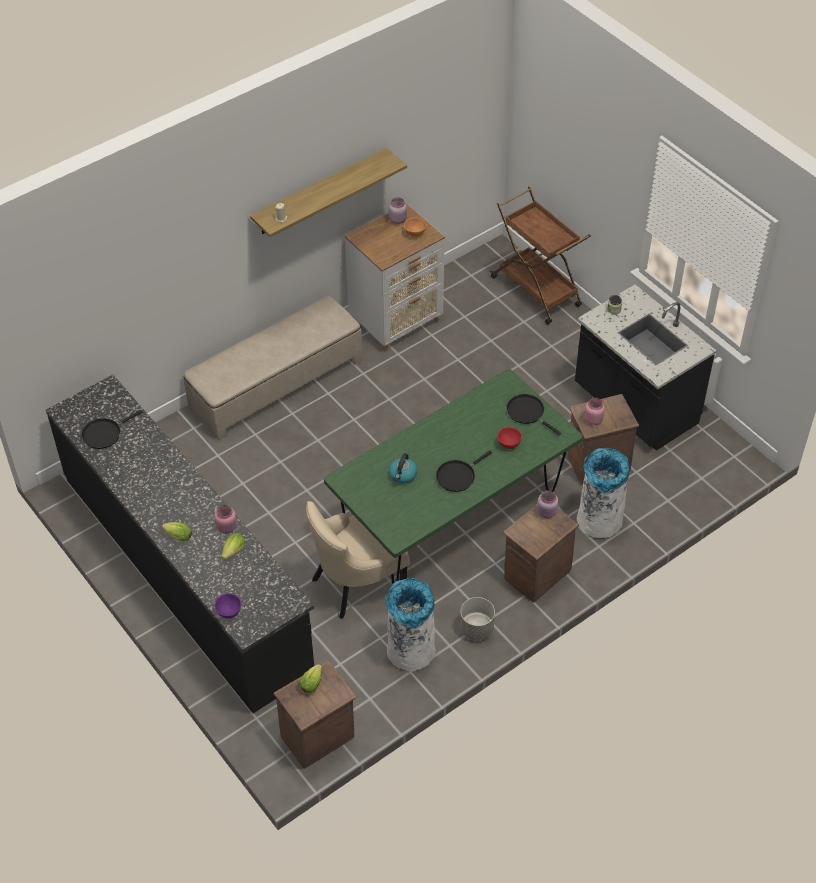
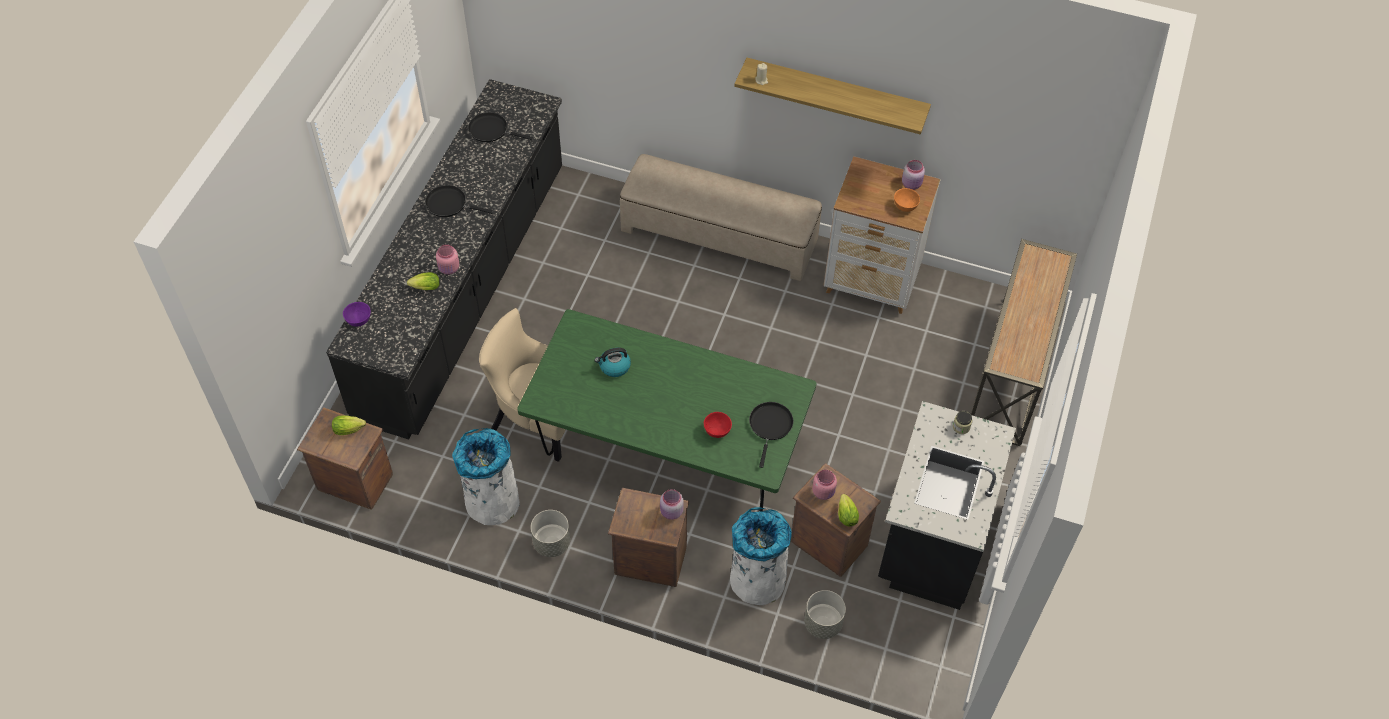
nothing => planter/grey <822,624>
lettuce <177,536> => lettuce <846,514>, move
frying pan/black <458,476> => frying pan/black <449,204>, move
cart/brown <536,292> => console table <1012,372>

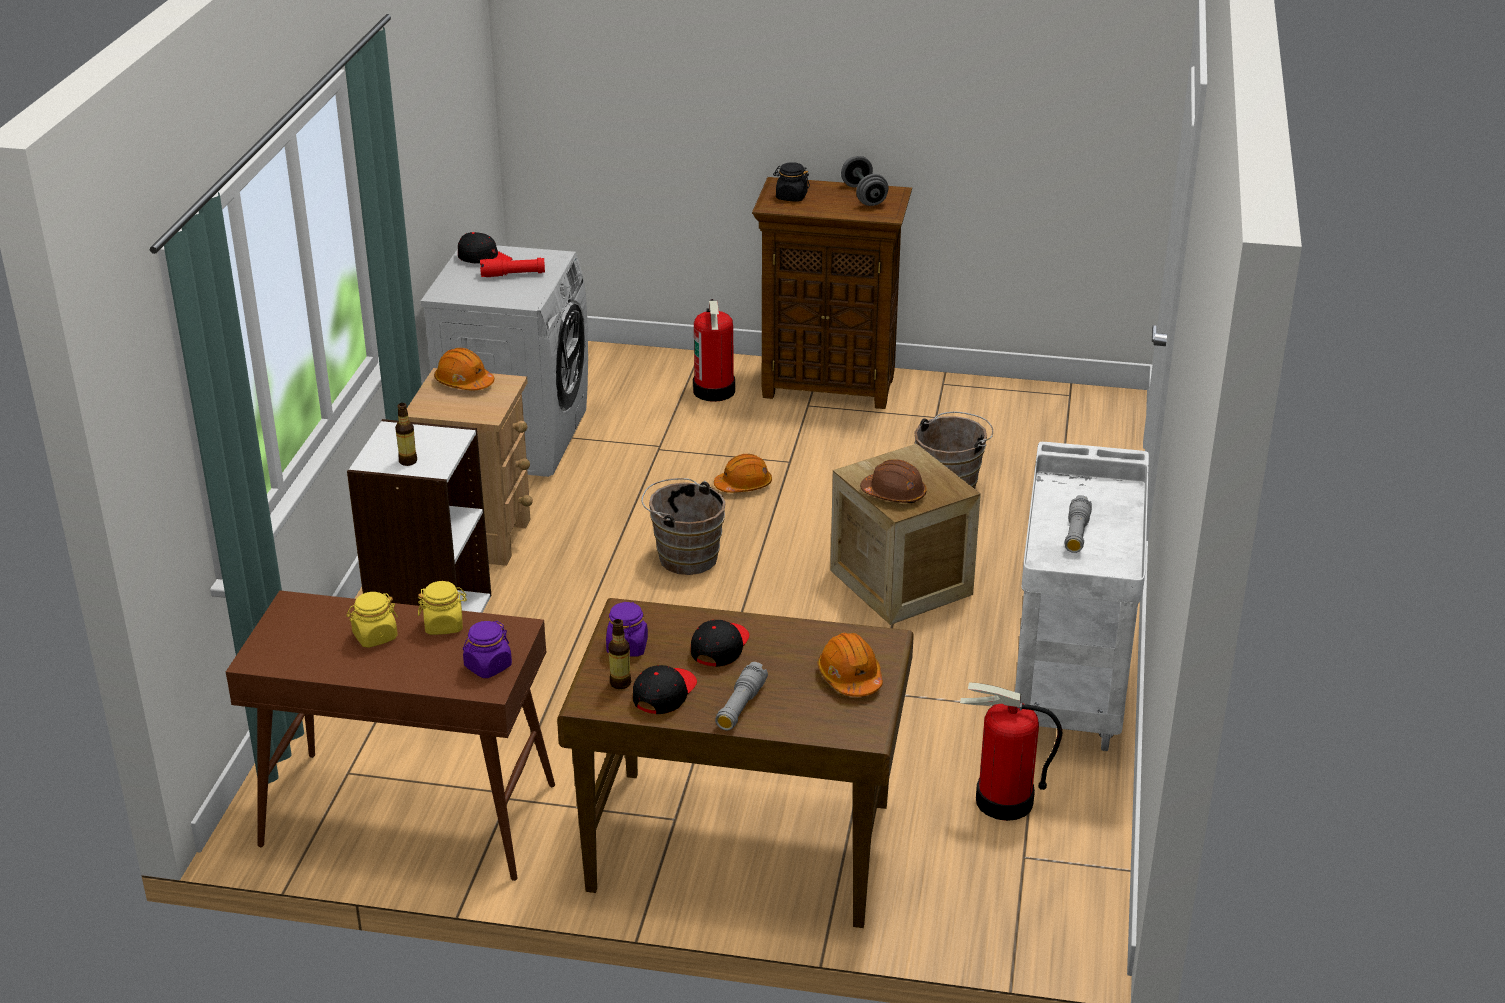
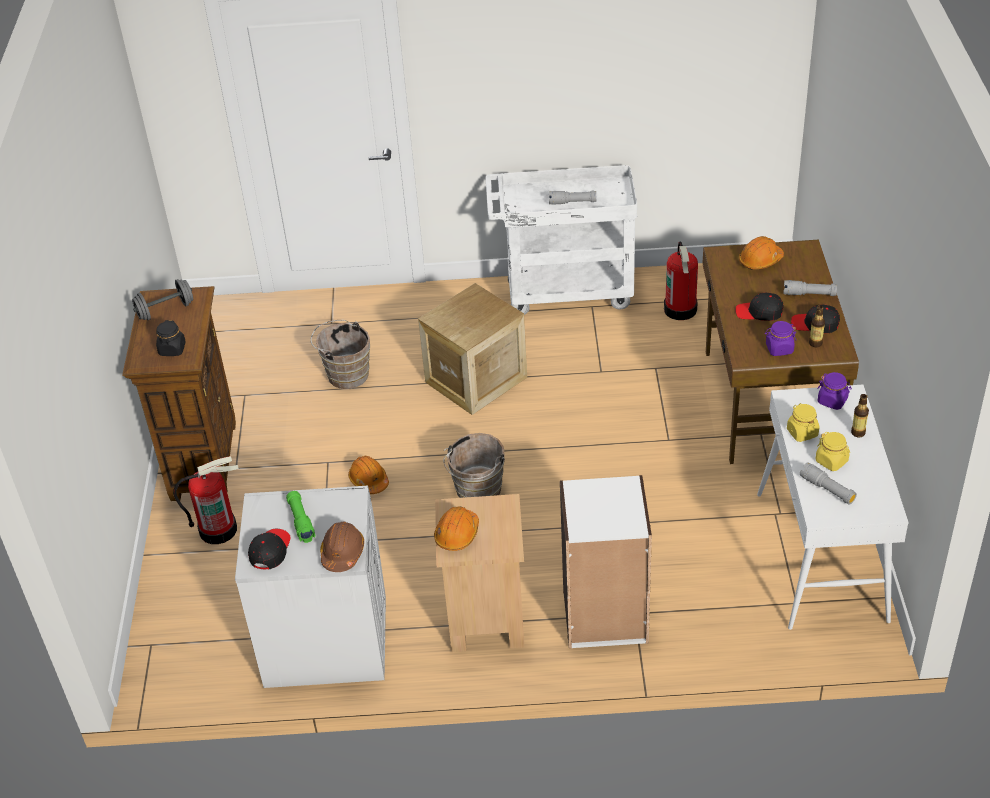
nothing => flashlight/grey <827,489>
bottle <408,461> => bottle <858,433>, move
hard hat/brown <894,494> => hard hat/brown <342,553>, move
console table/brown <407,816> => console table/white <821,557>
flashlight/red <513,275> => flashlight/green <301,521>

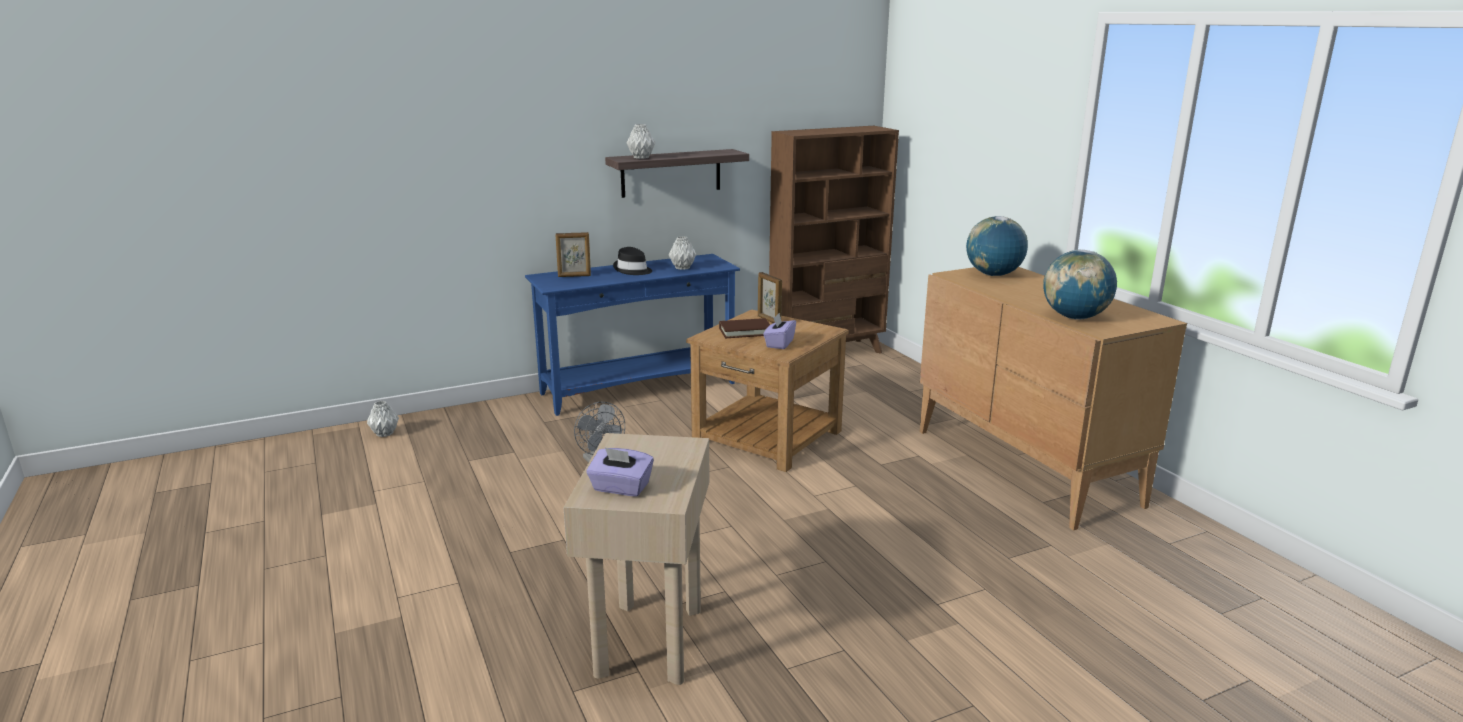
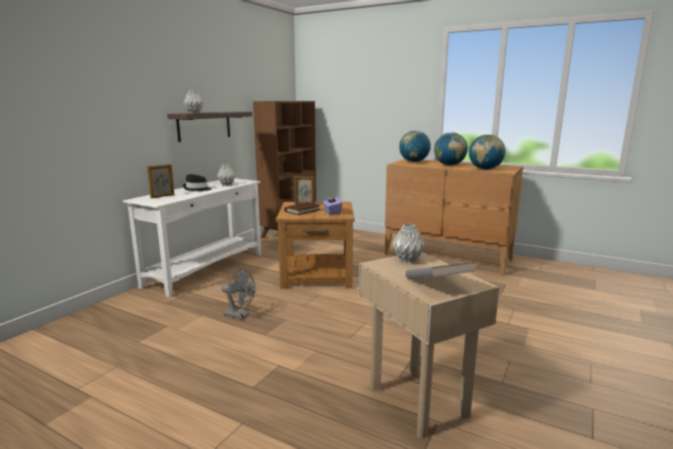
nothing => globe <449,165>
vase/grey <384,433> => vase/grey <407,260>, move
tissue box/purple <620,488> => book/grey <437,285>
console table/blue <639,388> => console table/white <205,269>

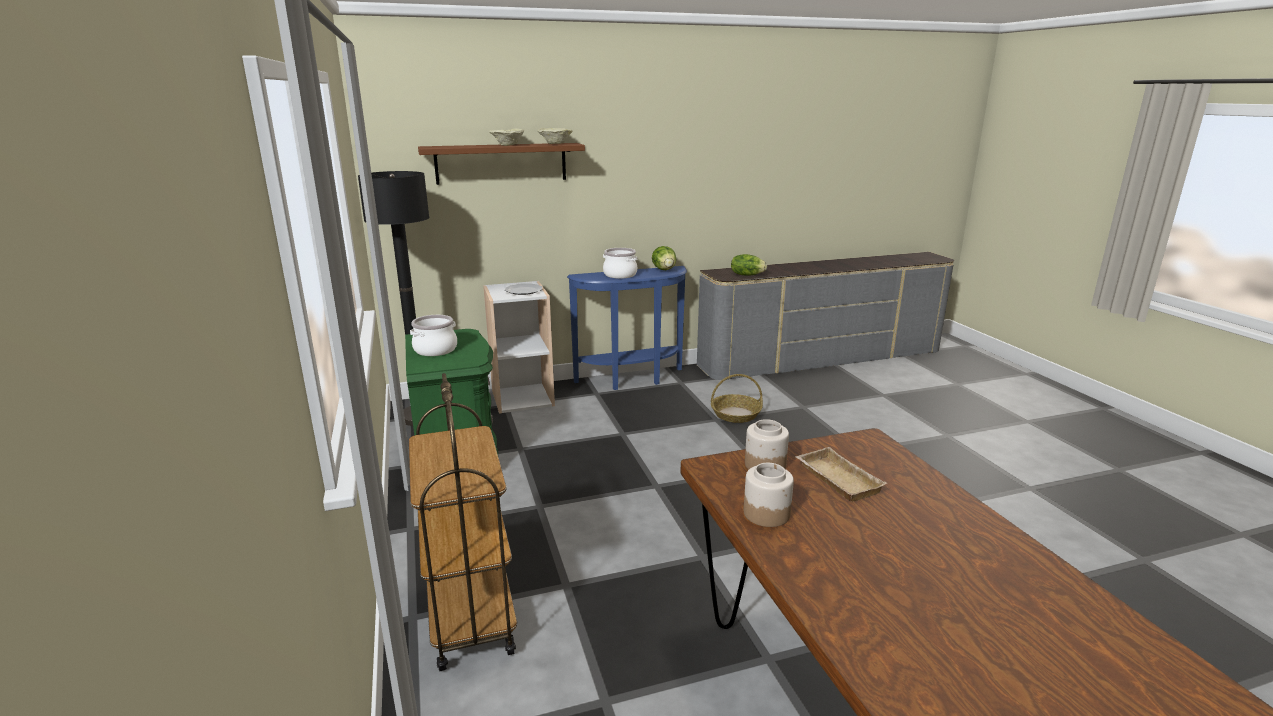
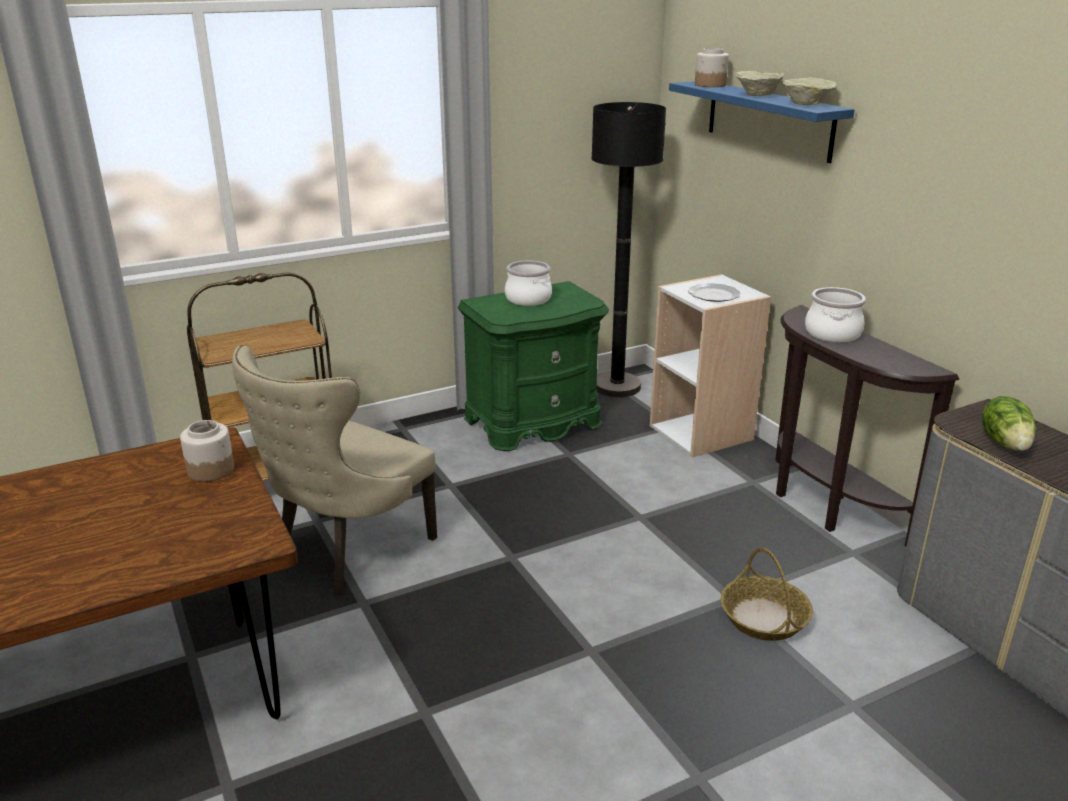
lettuce <664,270> => nothing
tray/beige <835,479> => nothing
nothing => chair/beige <347,552>
jar <766,513> => jar <710,85>, move
shelf/brown <501,163> => shelf/blue <768,120>
console table/blue <632,380> => console table/brown <824,506>

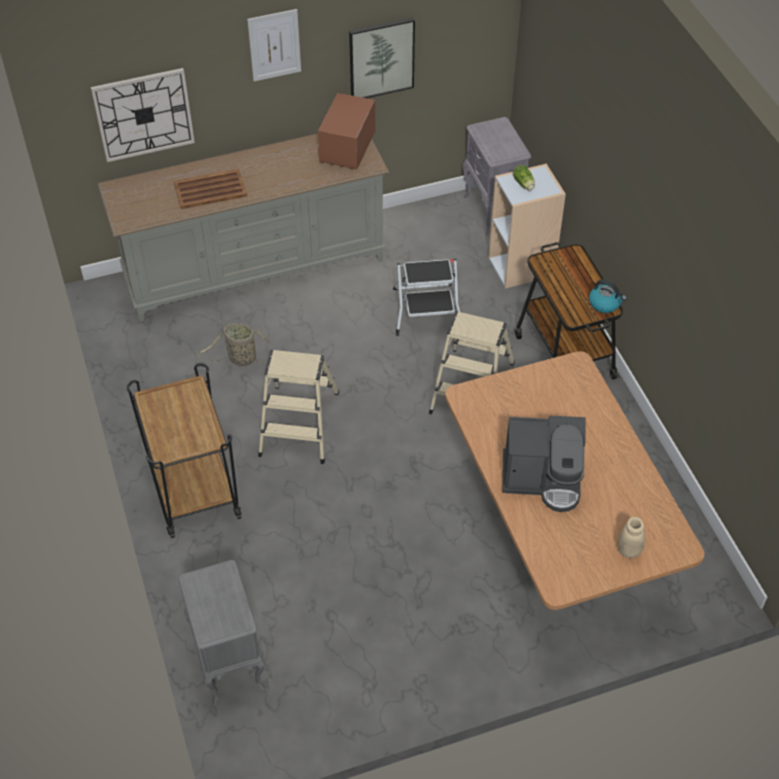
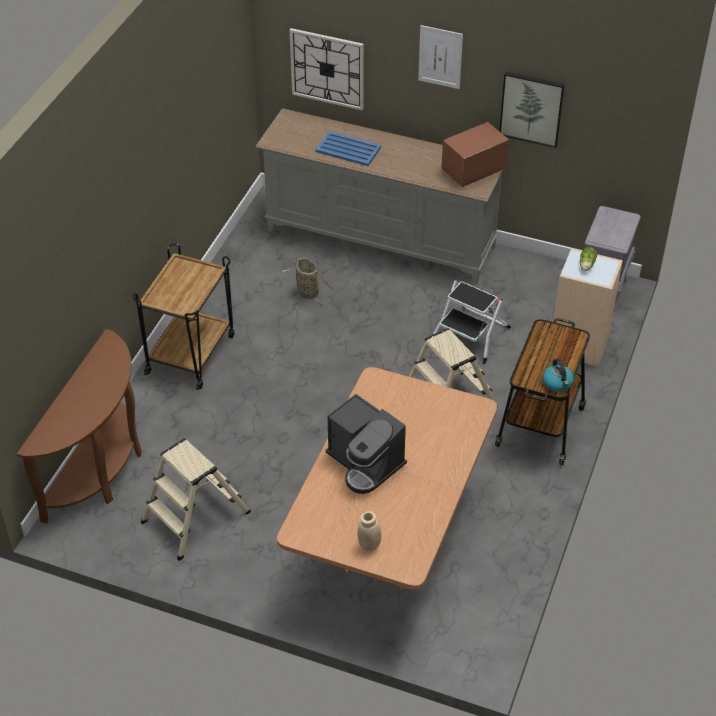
step ladder/beige <299,423> => step ladder/beige <195,517>, move
nightstand/grey <228,662> => console table/brown <100,470>
tray/brown <209,190> => tray/blue <347,149>

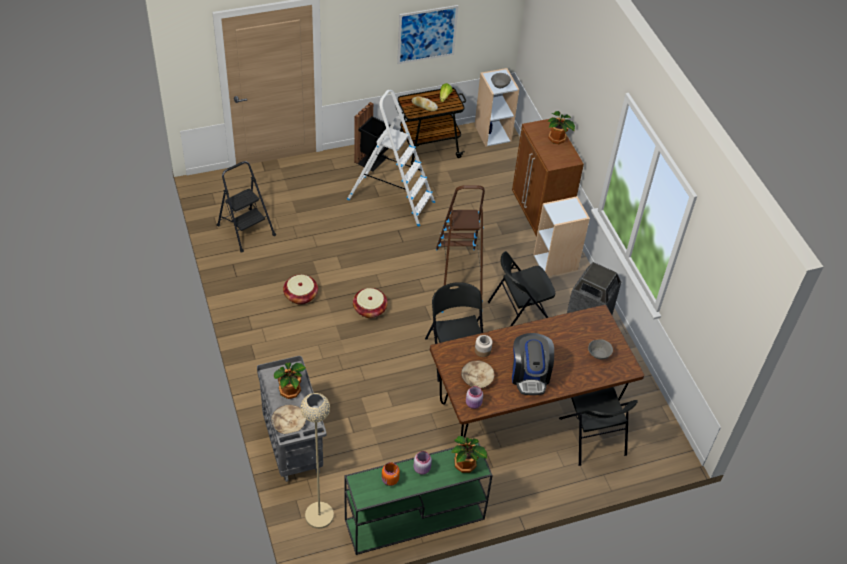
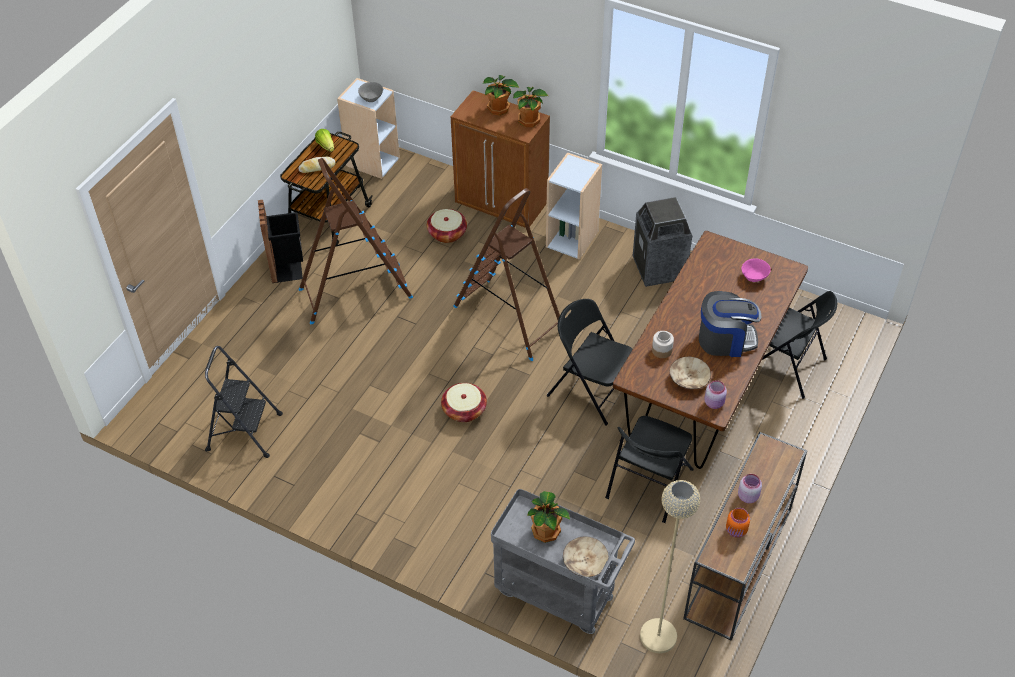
picture <427,34> => nothing
basket <301,295> => basket <447,233>, move
potted plant <465,465> => potted plant <530,121>, move
chair/black <520,313> => chair/black <649,483>, move
console table/green <413,520> => console table/brown <738,564>
step ladder/white <391,200> => step ladder/brown <356,293>
bowl/grey <599,354> => bowl/pink <754,276>
coffee machine <530,375> => coffee machine <725,340>, 45 degrees counterclockwise

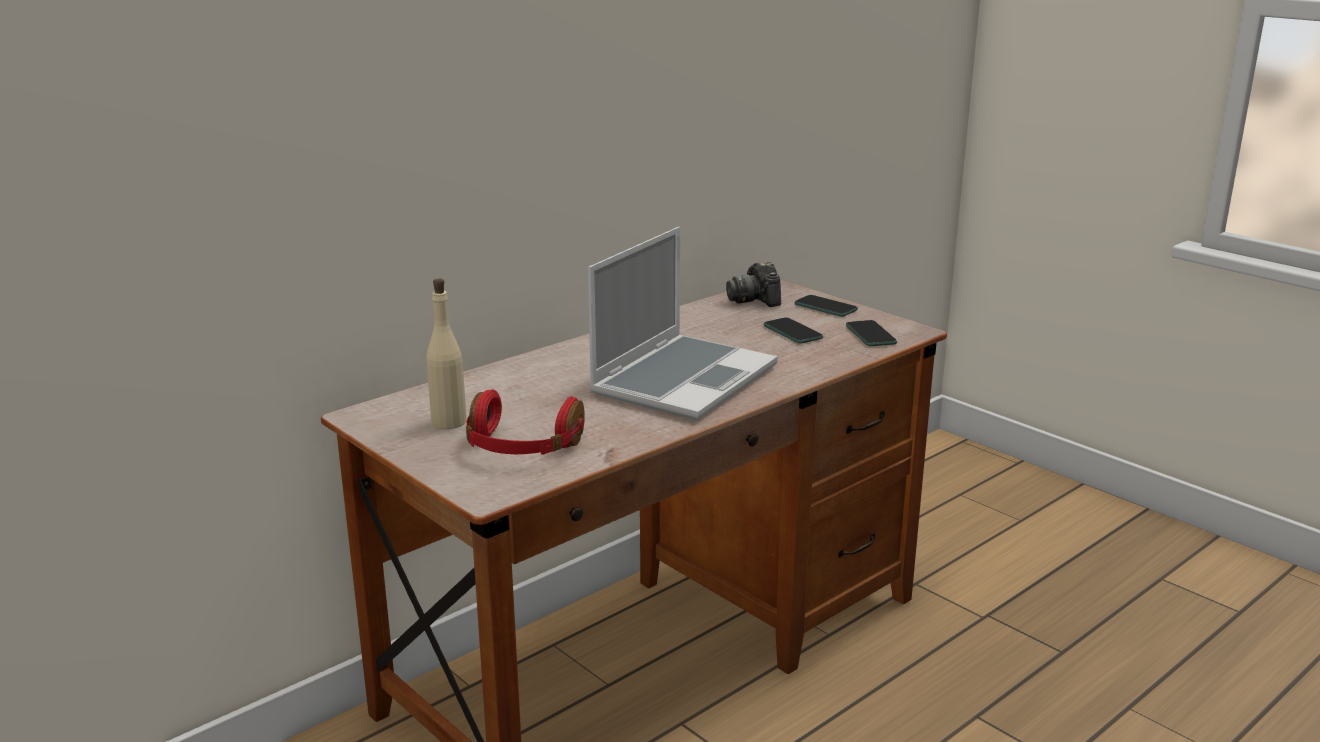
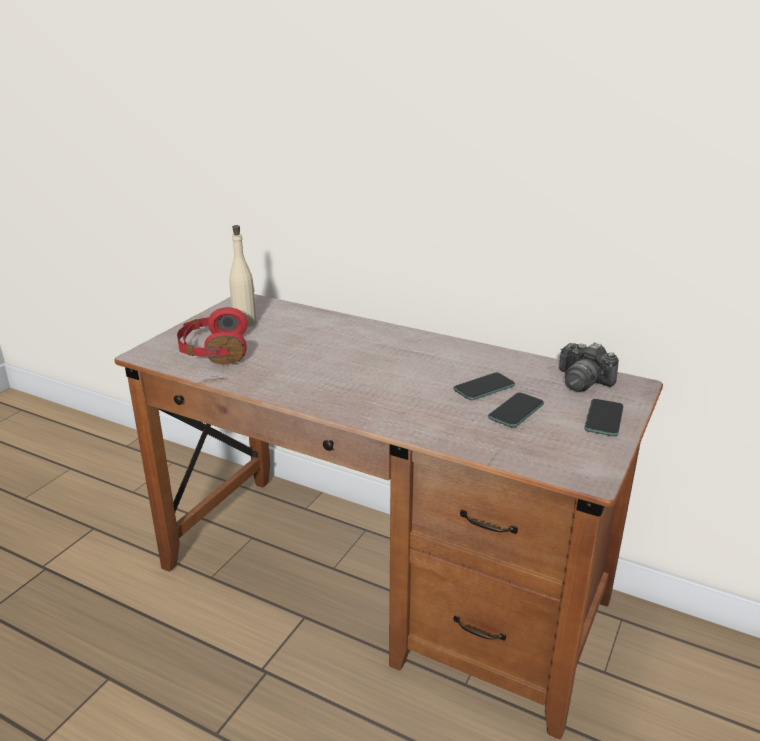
laptop <684,379> => nothing
phone <870,335> => phone <484,387>, move
photo camera <755,300> => photo camera <583,381>, 105 degrees counterclockwise

